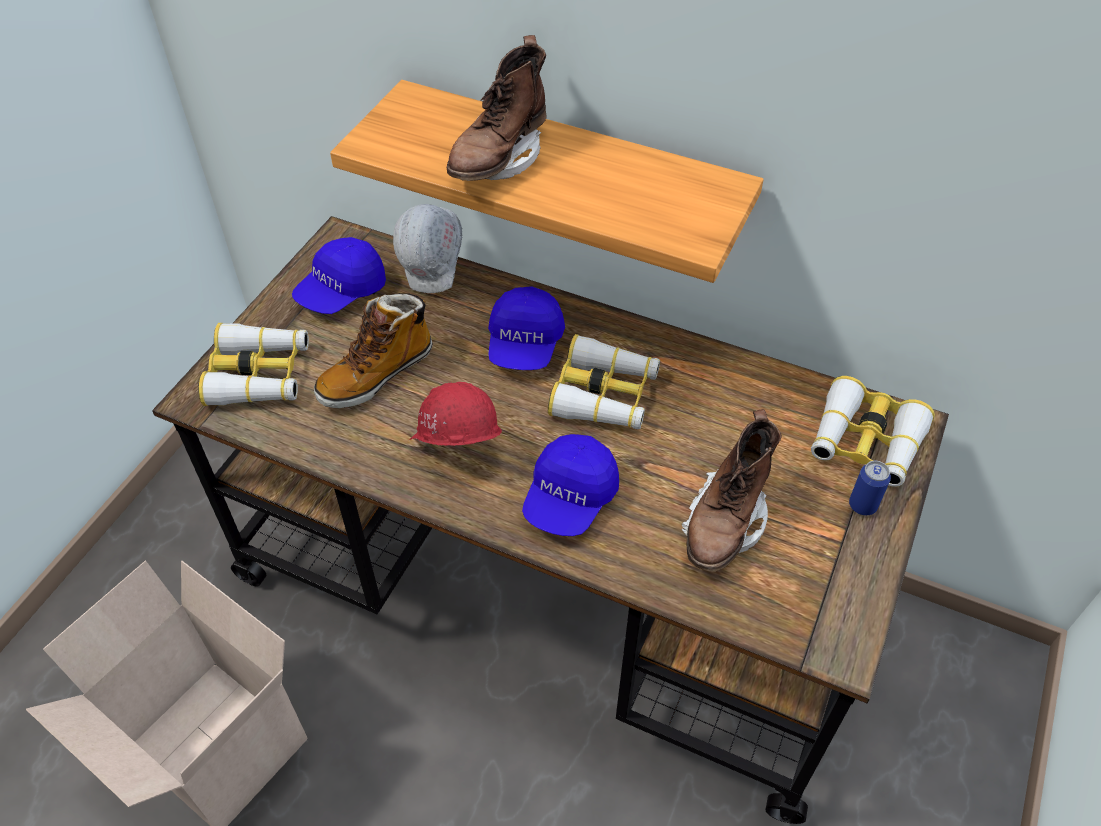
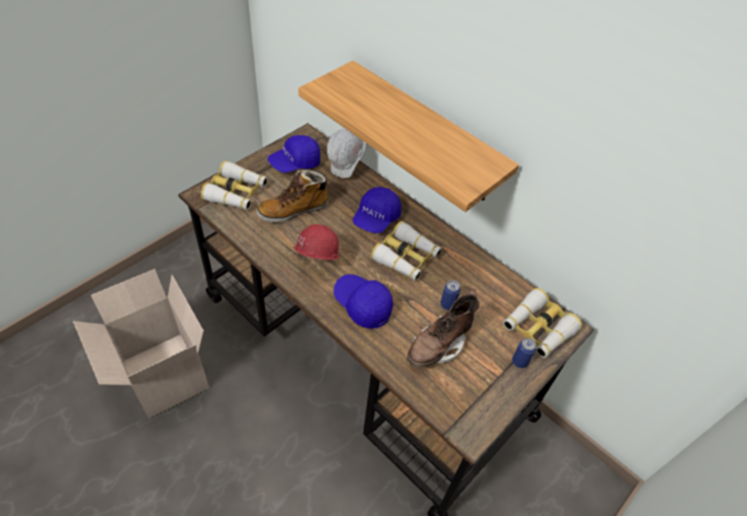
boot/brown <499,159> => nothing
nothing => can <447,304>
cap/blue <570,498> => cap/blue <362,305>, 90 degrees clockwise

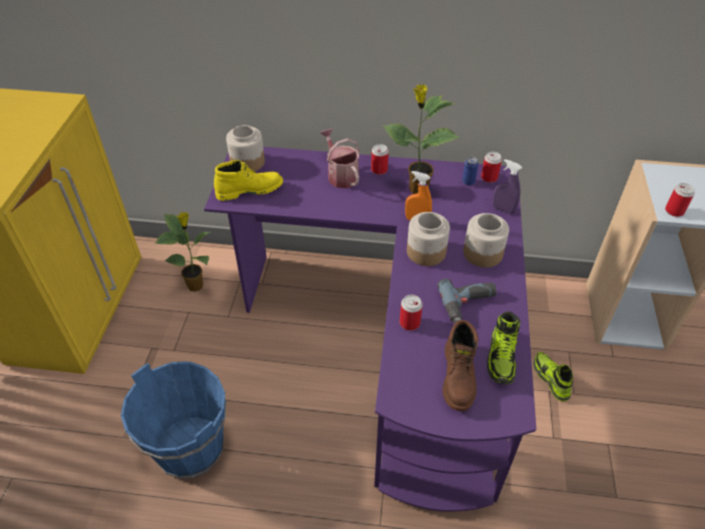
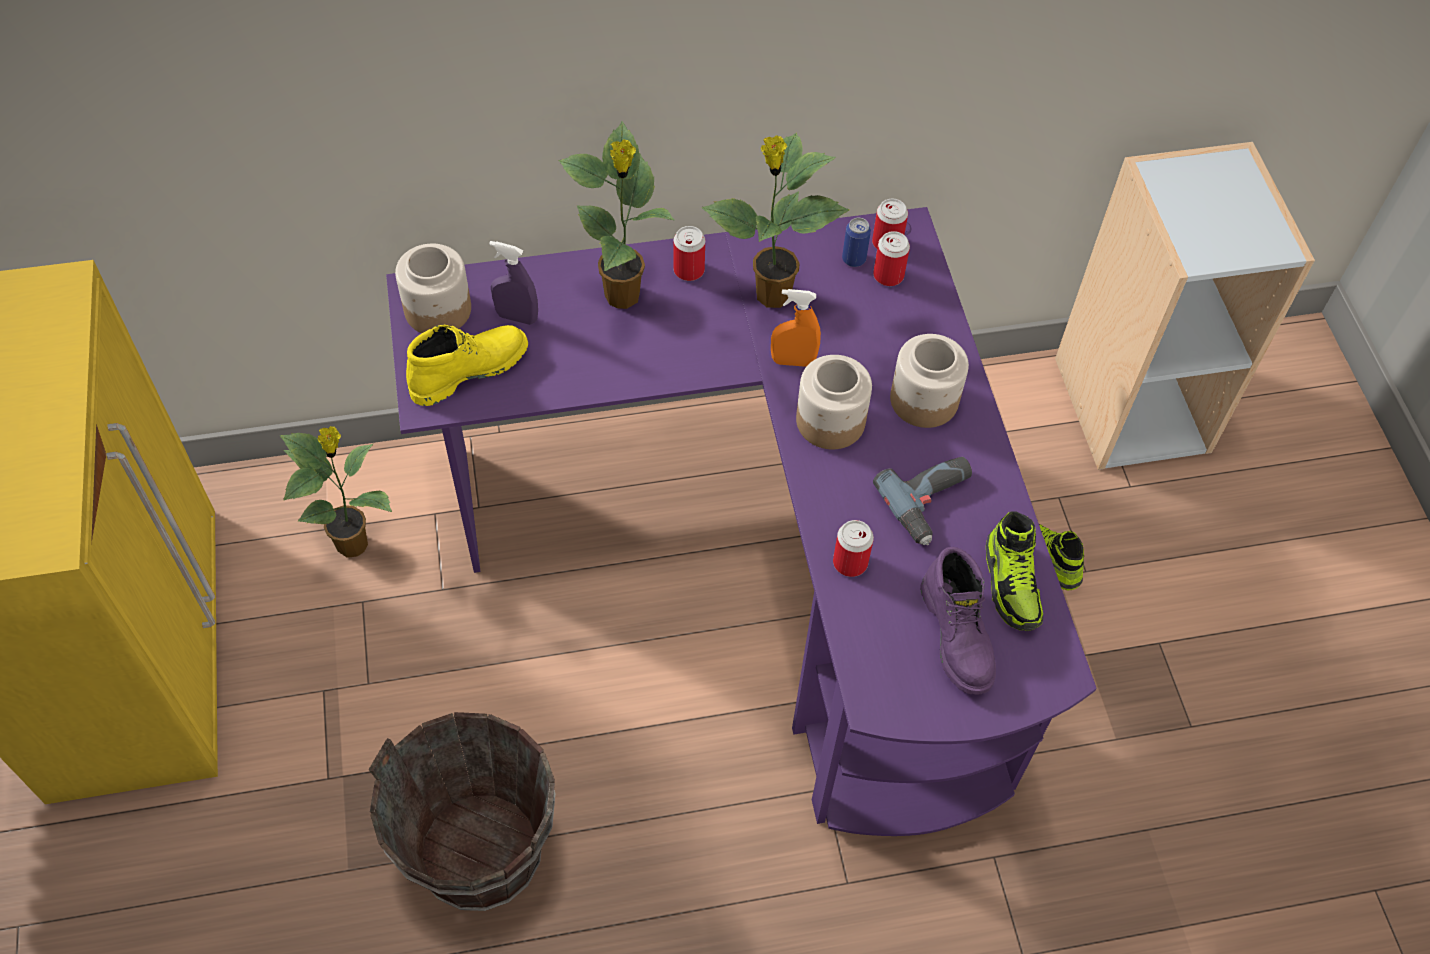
spray bottle/purple <503,209> => spray bottle/purple <517,317>, move
can <674,211> => can <888,275>, move
watering can <341,175> => potted plant <624,297>
bucket/blue <191,448> => bucket/brown <481,852>
boot/brown <459,376> => boot/purple <958,635>

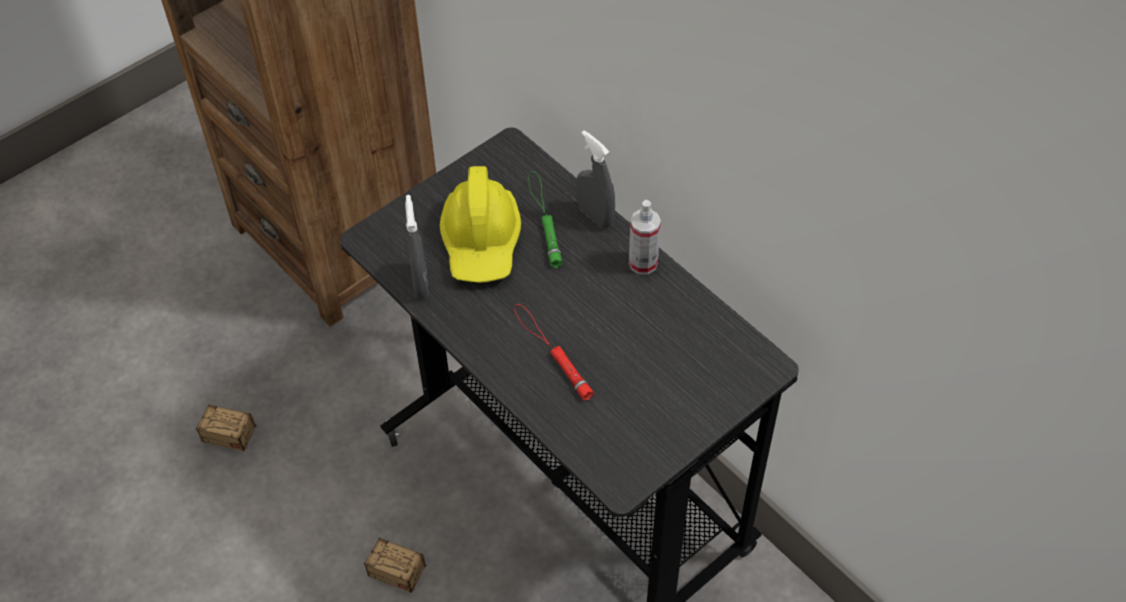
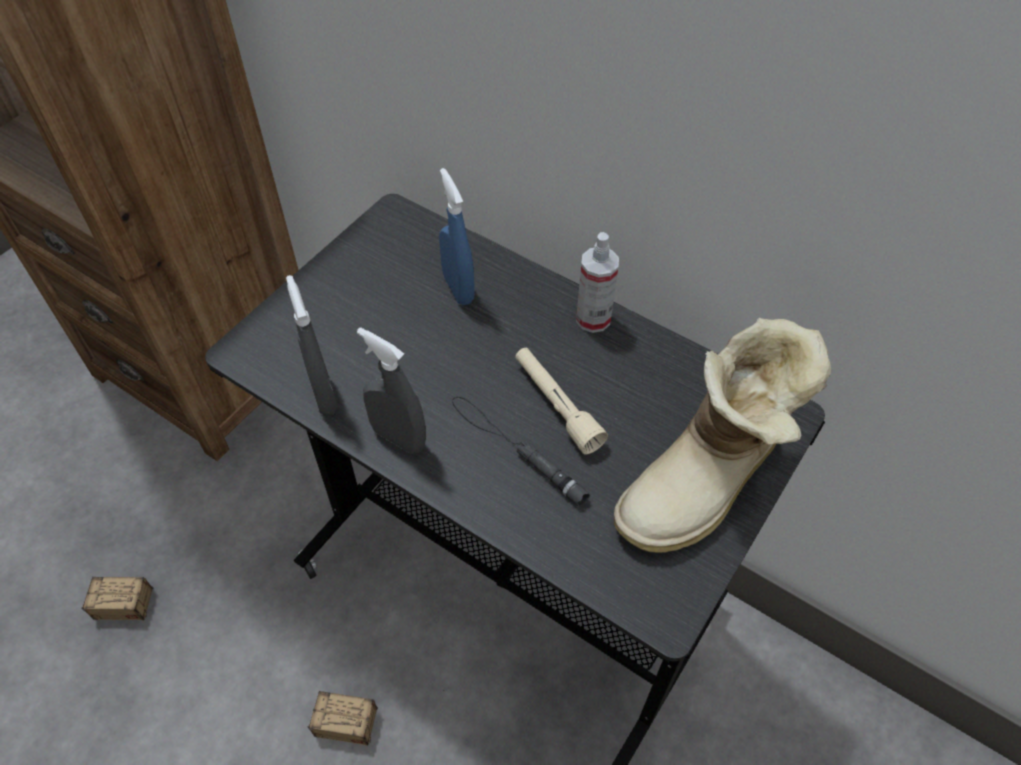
hard hat/yellow <481,241> => nothing
nothing => flashlight/beige <556,405>
nothing => boot <707,483>
spray bottle/grey <595,216> => spray bottle/grey <398,438>, move
flashlight/green <544,219> => spray bottle/blue <458,288>
flashlight/red <551,351> => flashlight/black <516,449>

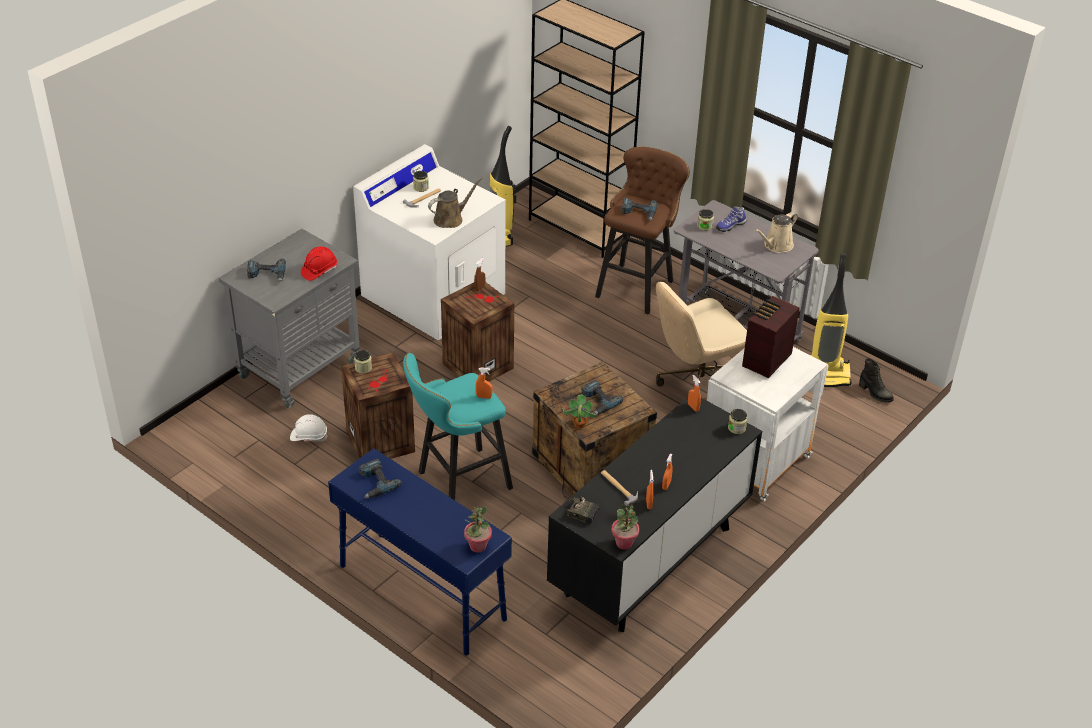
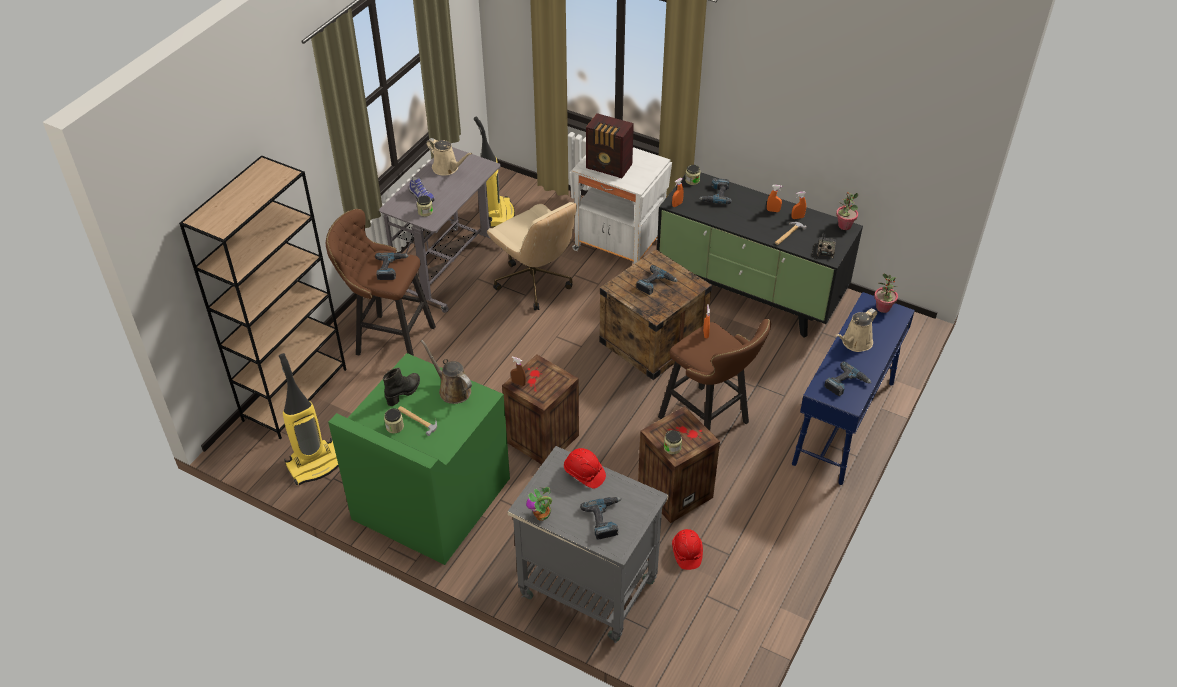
nothing => power drill <716,195>
nothing => watering can/beige <855,343>
potted plant <579,424> => potted plant <541,516>, move
boot/black <875,393> => boot/black <404,392>, move
hard hat/white <309,436> => hard hat/red <686,553>
washing machine/white <434,294> => washing machine/green <431,497>
stool/turquoise <455,484> => stool/brown <710,425>

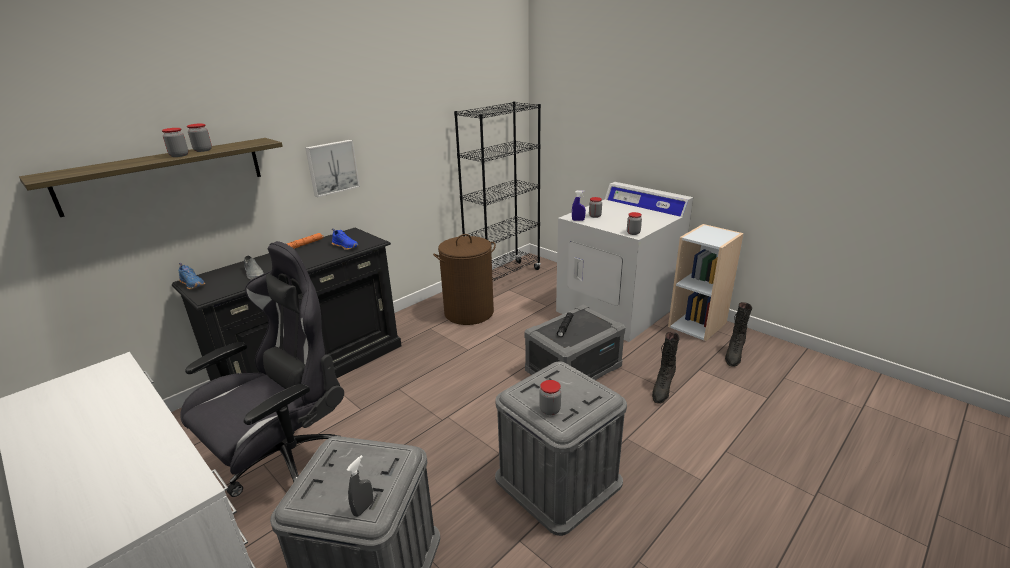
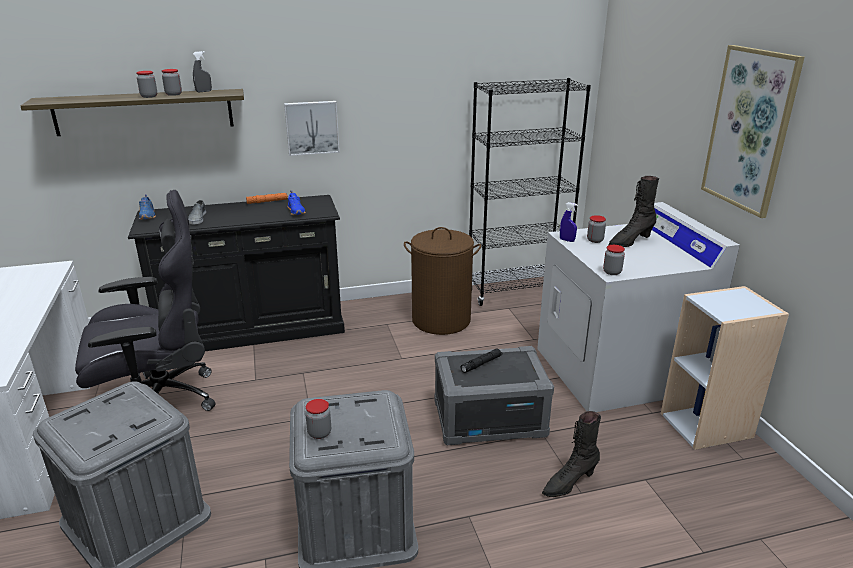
nothing => picture <749,130>
spray bottle/grey <363,508> => spray bottle/grey <204,91>, move
boot/black <733,355> => boot/black <630,242>, move

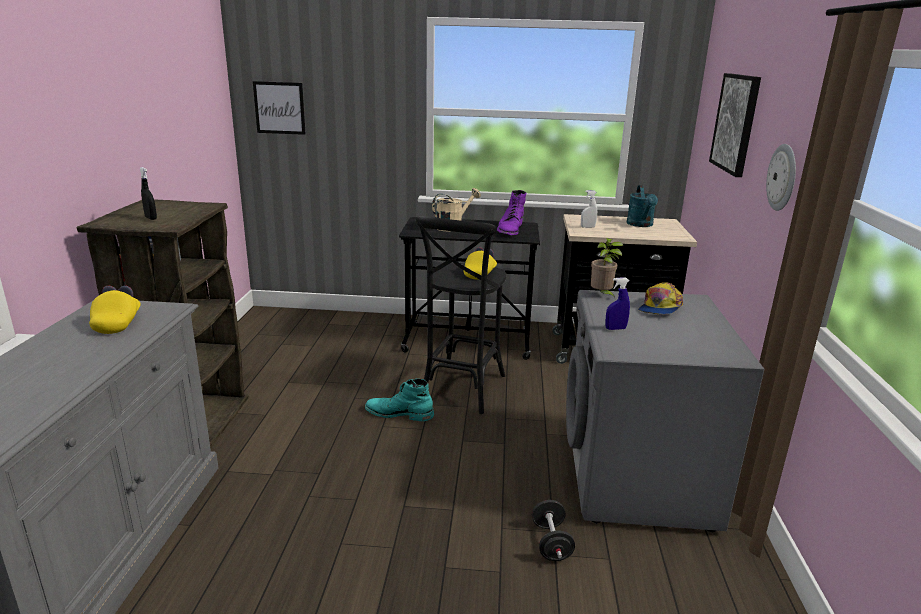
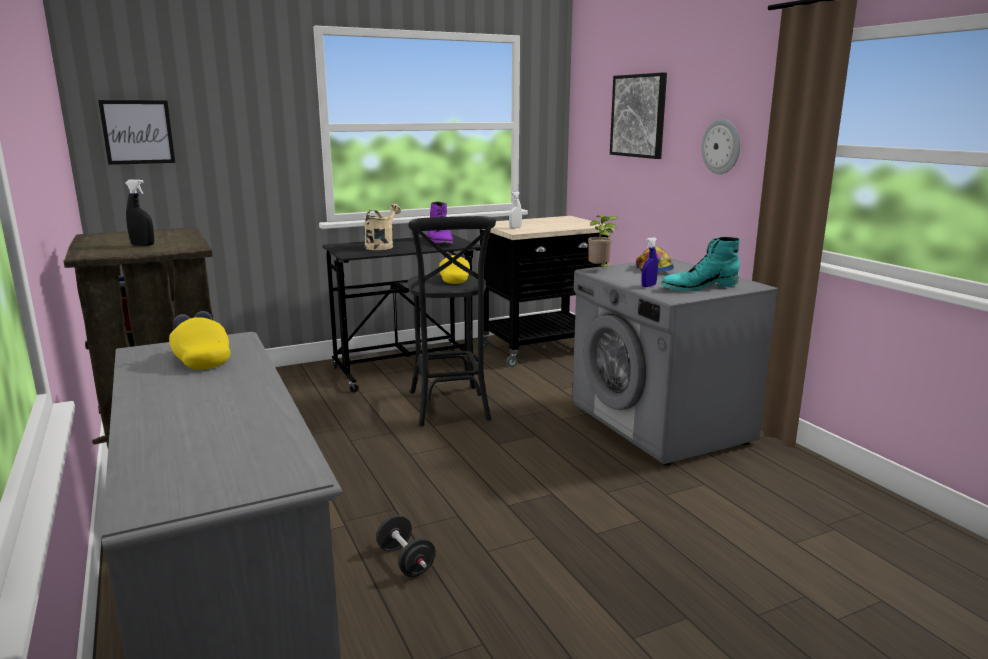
watering can/turquoise <641,225> => nothing
boot/turquoise <399,413> => boot/turquoise <698,287>, move
dumbbell/black <551,543> => dumbbell/black <406,561>, move

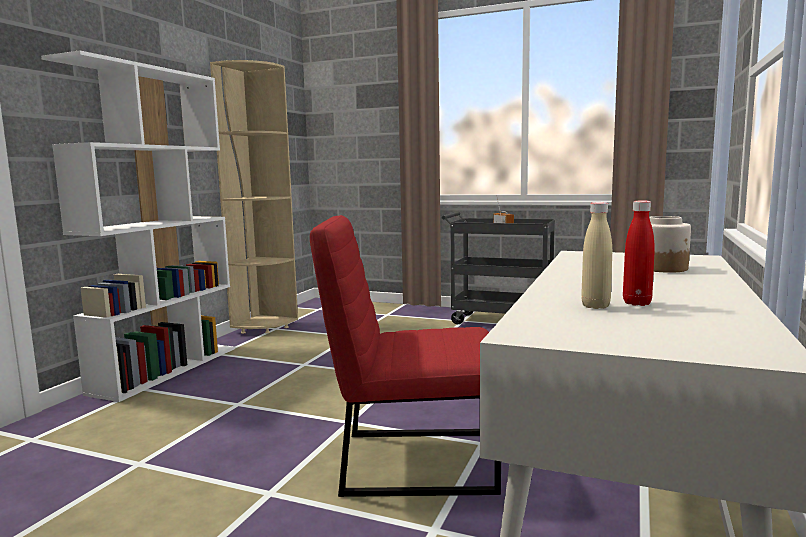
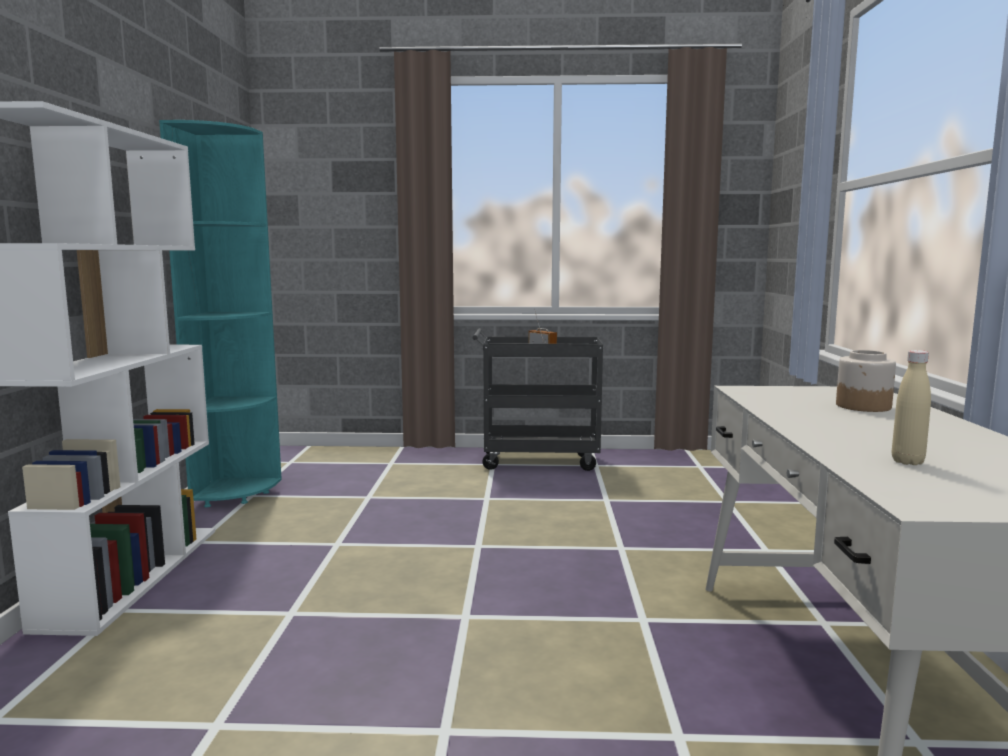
chair/red <412,461> => nothing
bottle/red <637,303> => nothing
bookcase/beige <264,329> => bookcase/turquoise <236,498>

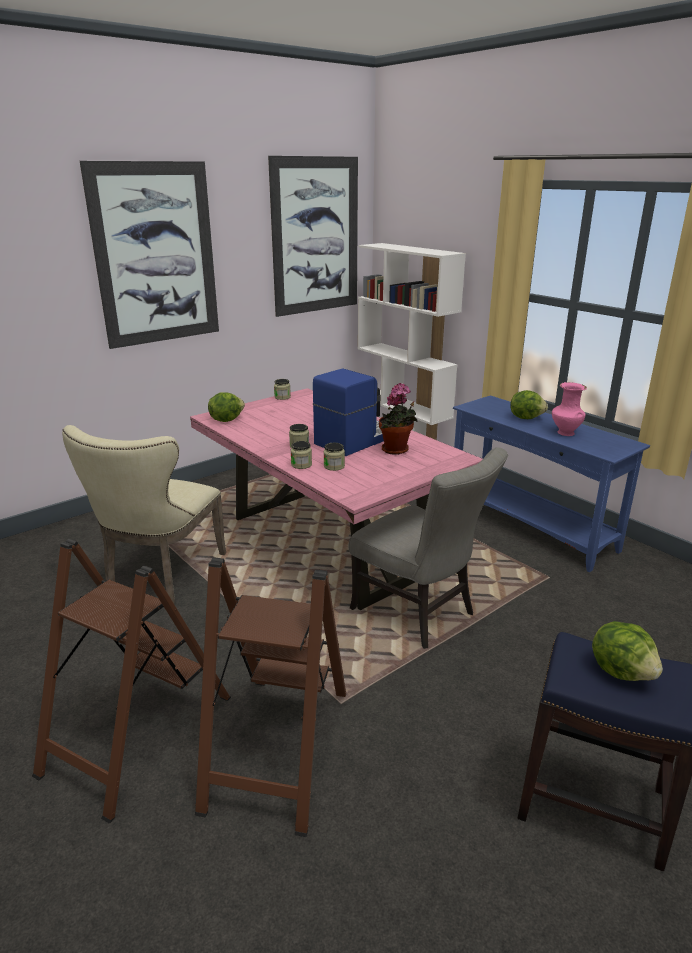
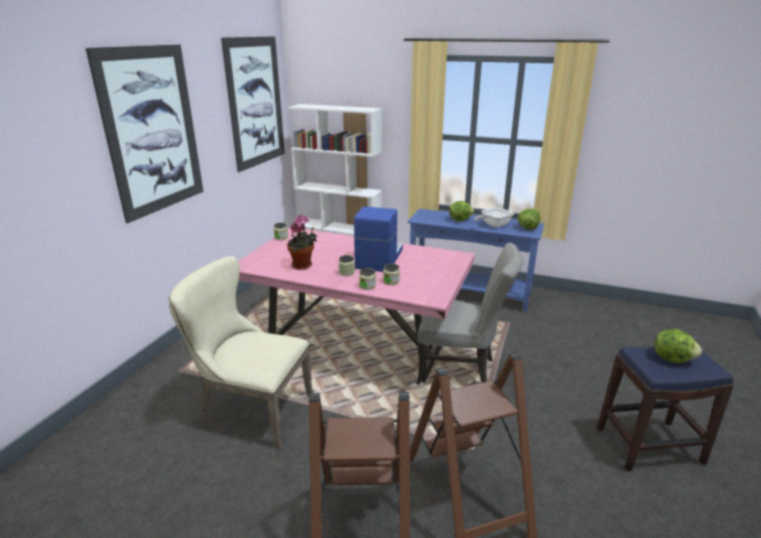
lettuce <226,420> => lettuce <527,228>, move
potted plant <396,450> => potted plant <303,266>, move
vase/pink <565,433> => frying pan <493,225>
chair/beige <161,576> => chair/beige <252,411>, 120 degrees clockwise

